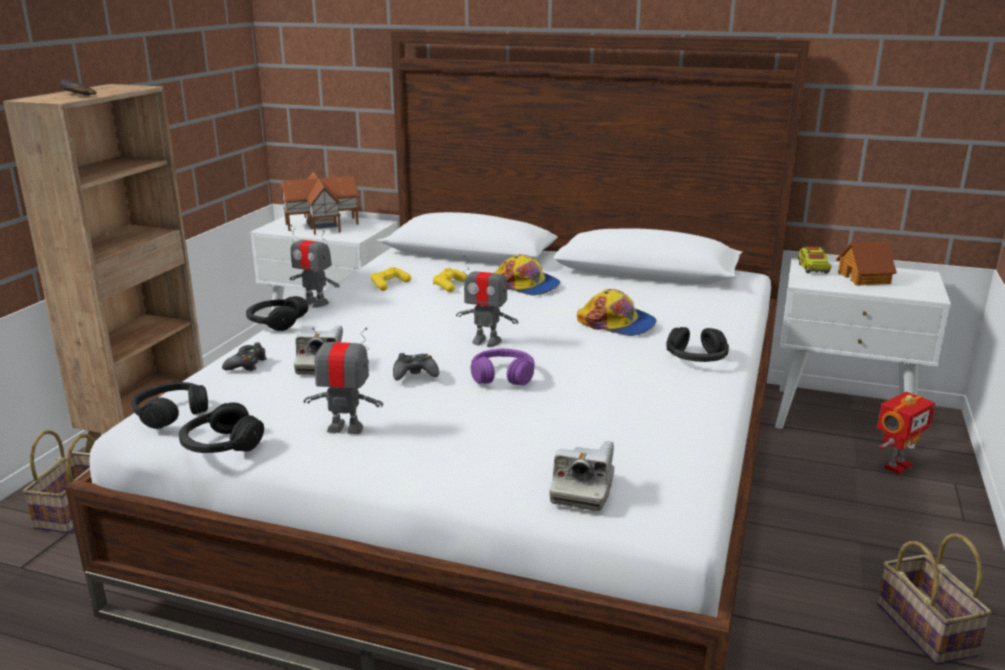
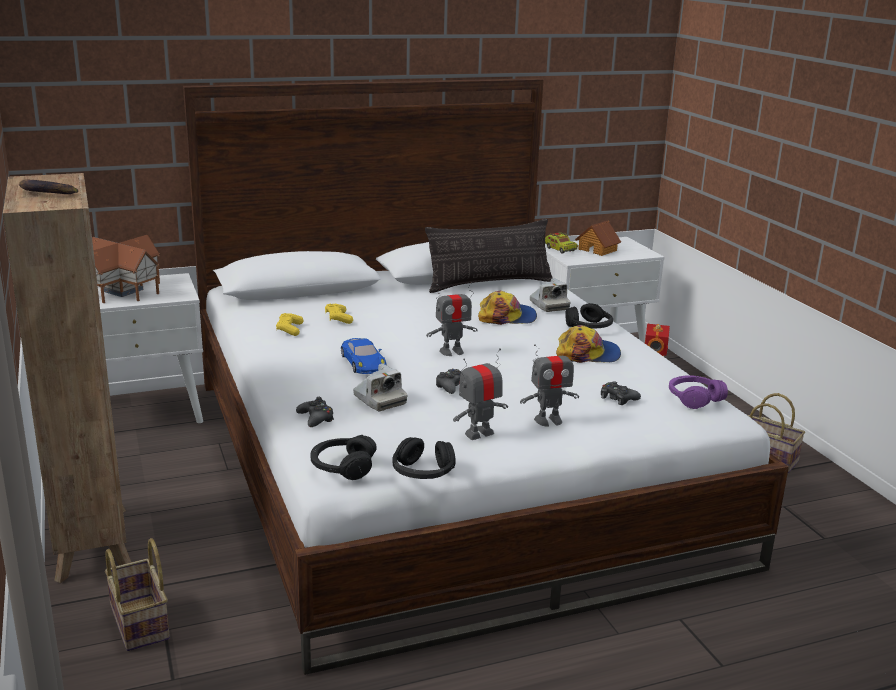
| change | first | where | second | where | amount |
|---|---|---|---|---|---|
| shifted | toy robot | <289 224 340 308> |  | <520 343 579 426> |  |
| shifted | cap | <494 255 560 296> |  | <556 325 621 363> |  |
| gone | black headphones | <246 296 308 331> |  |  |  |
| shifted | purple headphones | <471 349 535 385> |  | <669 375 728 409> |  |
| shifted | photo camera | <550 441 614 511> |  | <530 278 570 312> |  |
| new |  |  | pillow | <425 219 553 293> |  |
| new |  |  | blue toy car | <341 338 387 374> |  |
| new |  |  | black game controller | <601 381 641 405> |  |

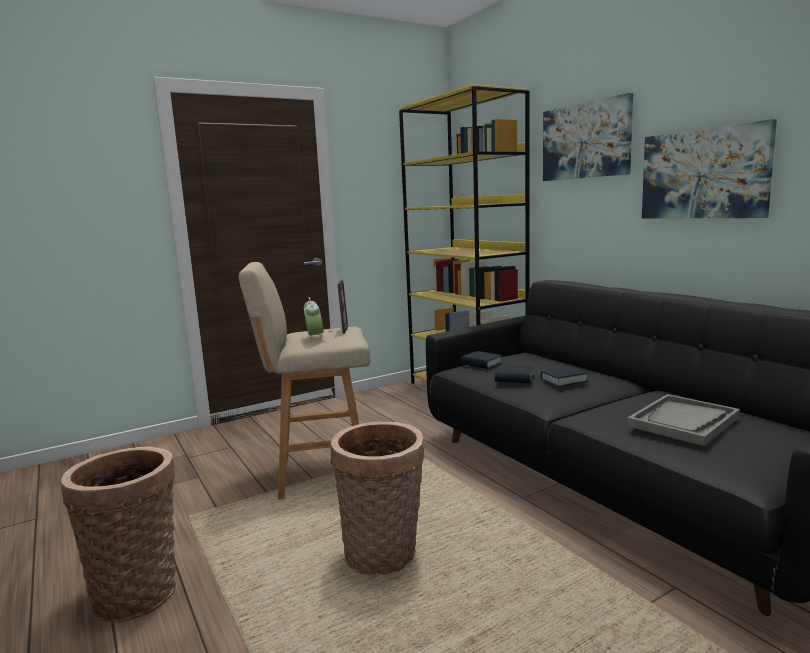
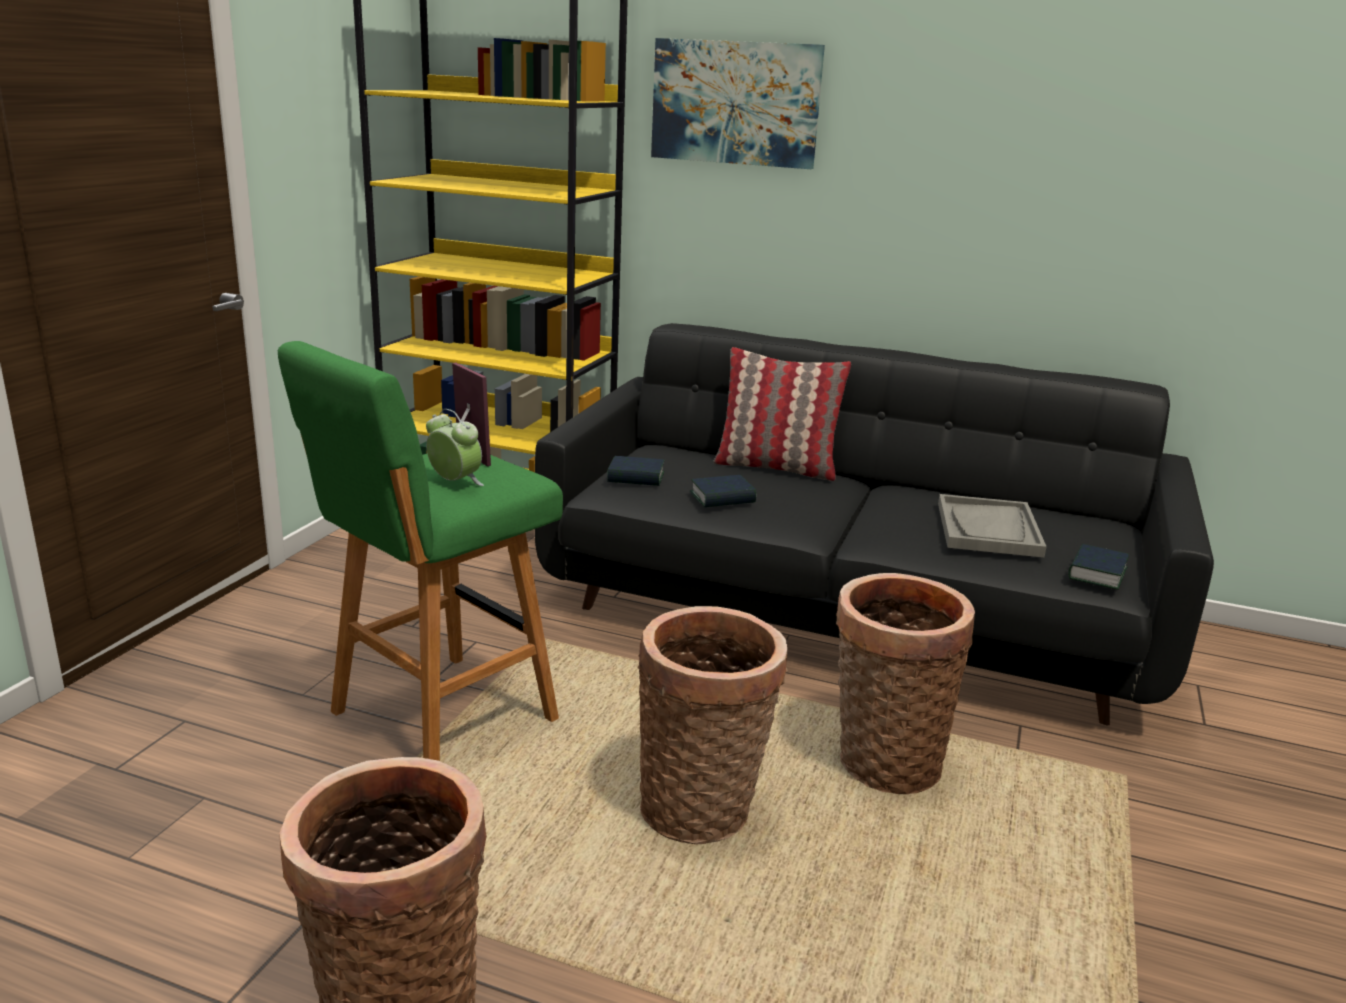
| change | first | where | second | where | amount |
|---|---|---|---|---|---|
| gone | picture | <642 119 777 219> |  |  |  |
| repainted | beige stool | <239 262 370 500> | green stool | <278 341 563 761> |  |
| shifted | book | <541 366 588 387> |  | <1068 544 1129 589> |  |
| new |  |  | pillow | <713 347 851 481> |  |
| new |  |  | basket | <836 573 975 794> |  |

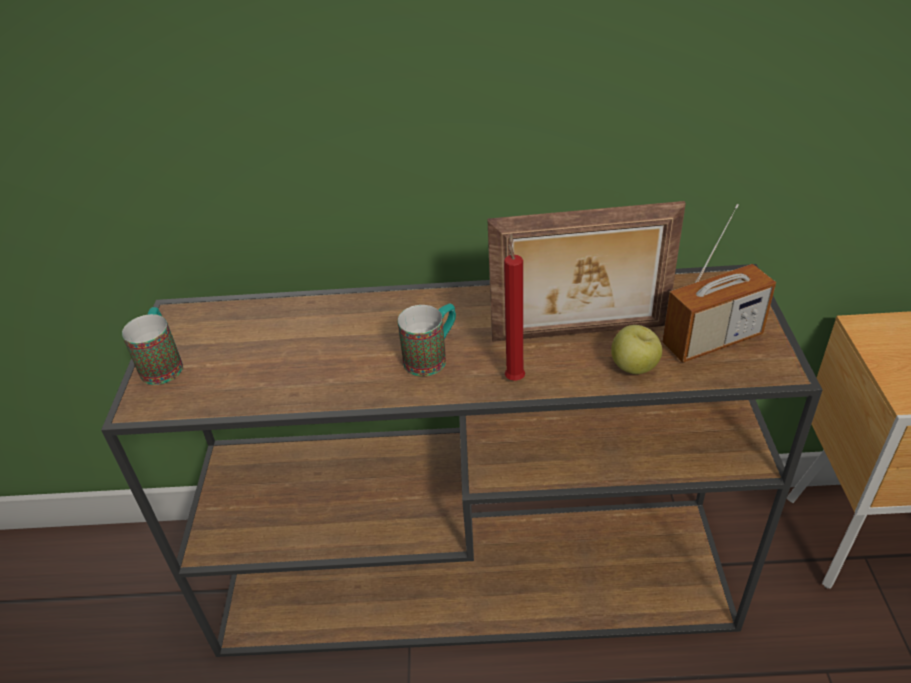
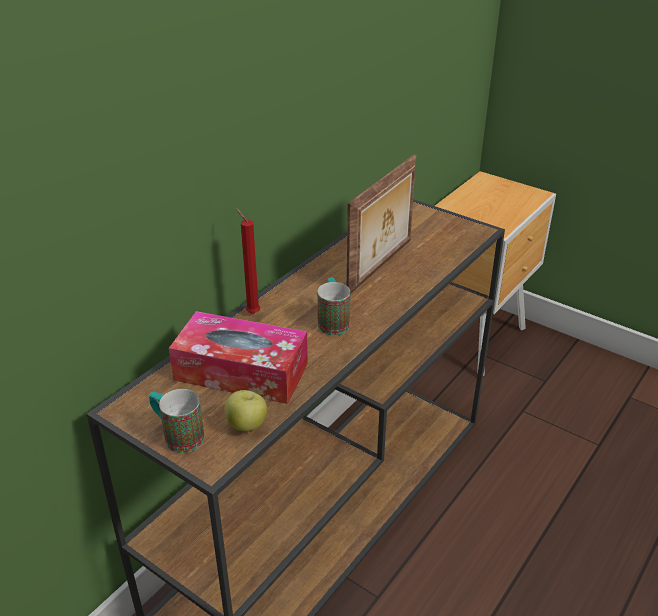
| change | first | where | second | where | amount |
|---|---|---|---|---|---|
| gone | radio | <662 204 776 363> |  |  |  |
| shifted | red candle | <504 233 525 381> |  | <236 208 260 314> |  |
| shifted | apple | <611 325 662 374> |  | <224 390 267 431> |  |
| new |  |  | tissue box | <169 311 308 404> |  |

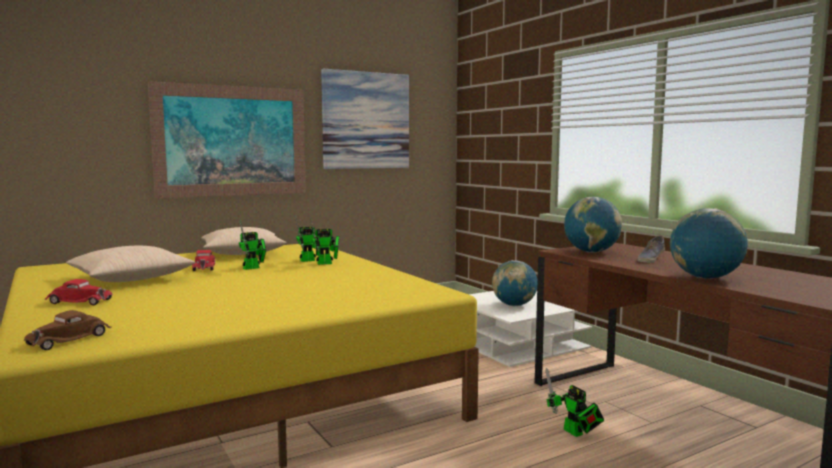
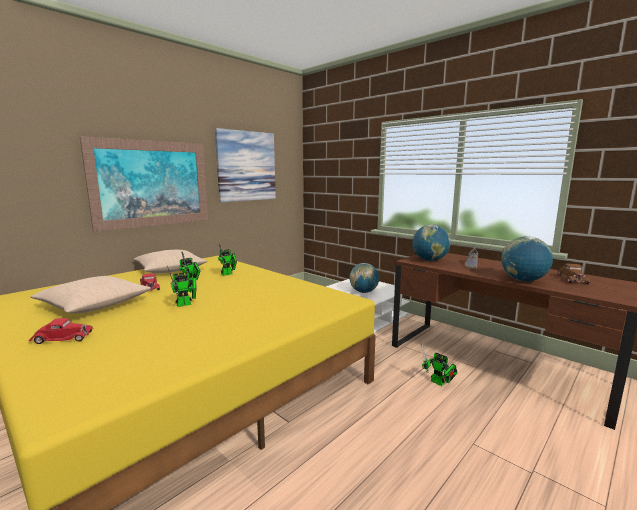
| change | first | where | second | where | amount |
|---|---|---|---|---|---|
| shifted | toy robot | <310 217 339 265> |  | <167 266 196 307> |  |
| shifted | brown toy car | <23 310 112 350> |  | <558 264 590 284> |  |

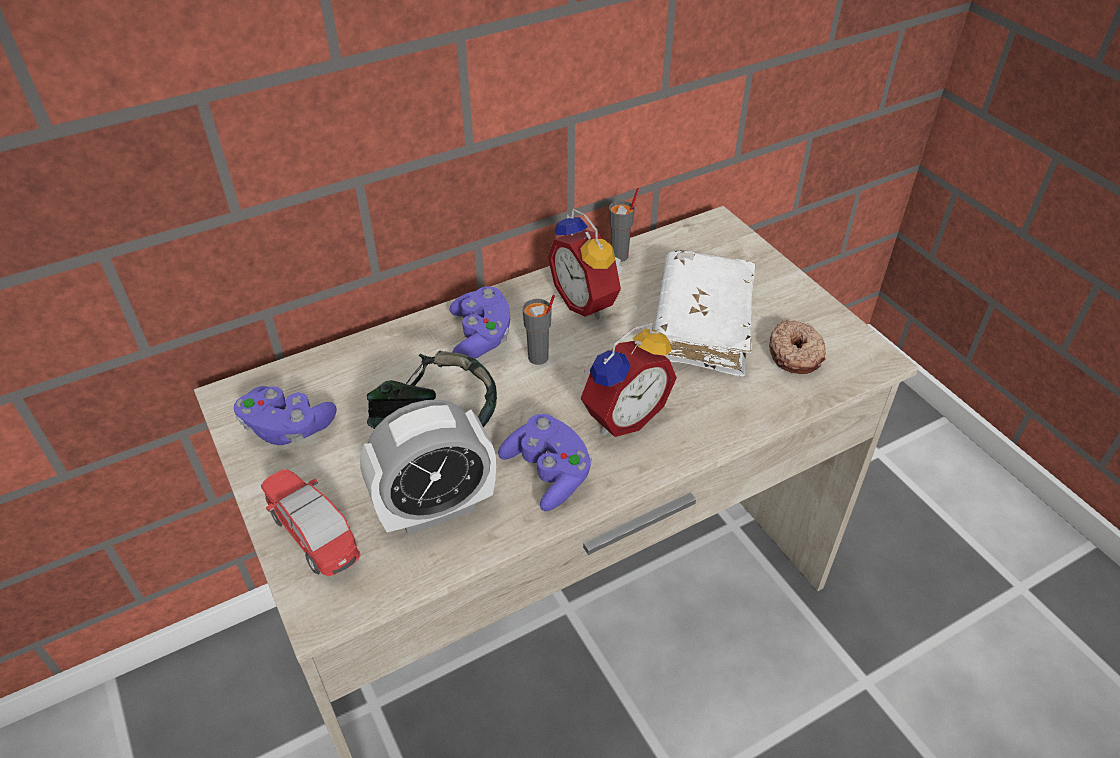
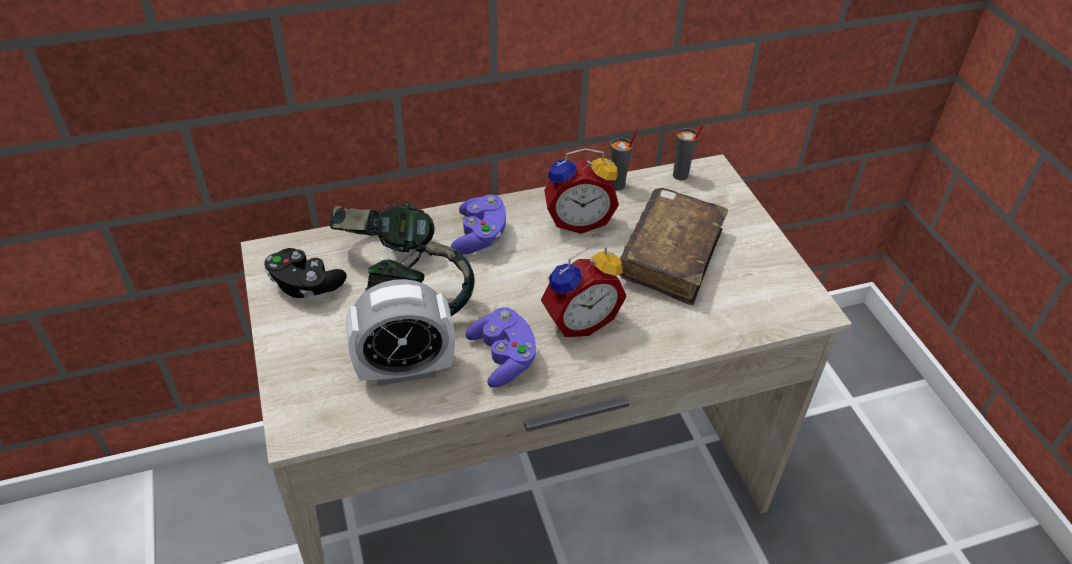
| change | first | where | second | where | amount |
|---|---|---|---|---|---|
| rotated | alarm clock | <548 209 623 319> |  | <544 148 619 234> | 75 degrees counterclockwise |
| repainted | white book | <654 250 755 377> | brown book | <619 188 728 306> |  |
| shifted | grey cup | <523 295 555 365> |  | <673 125 703 180> |  |
| gone | donut | <769 320 826 374> |  |  |  |
| repainted | purple game controller | <234 386 337 445> | black game controller | <264 248 347 298> |  |
| gone | toy car | <261 469 361 576> |  |  |  |
| new |  |  | headphones | <330 203 435 252> |  |

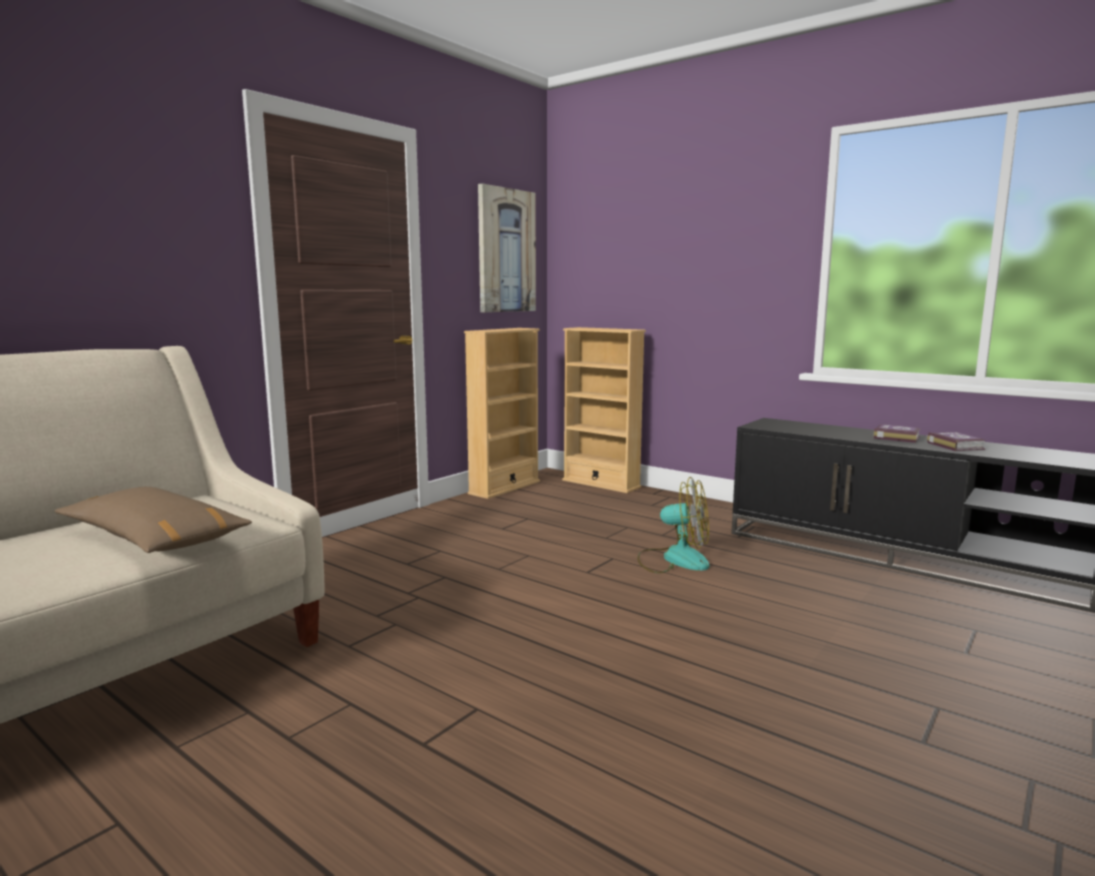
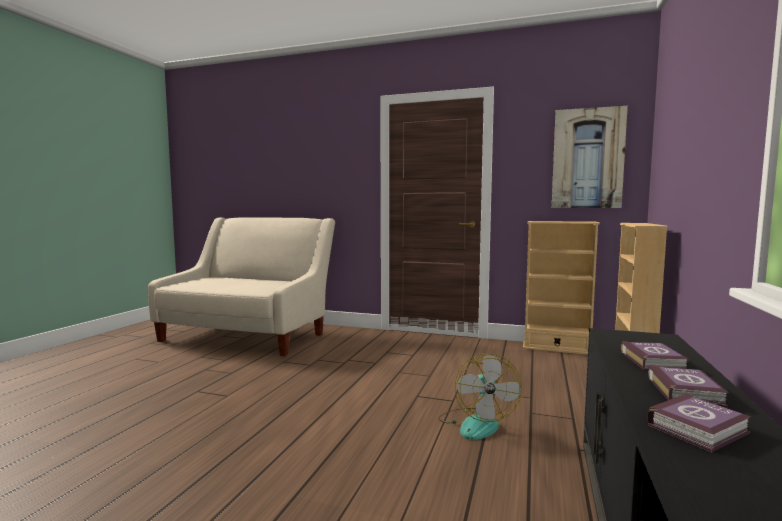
| change | first | where | second | where | amount |
|---|---|---|---|---|---|
| gone | brown pillow | <55 487 252 553> |  |  |  |
| new |  |  | book | <621 341 688 370> |  |

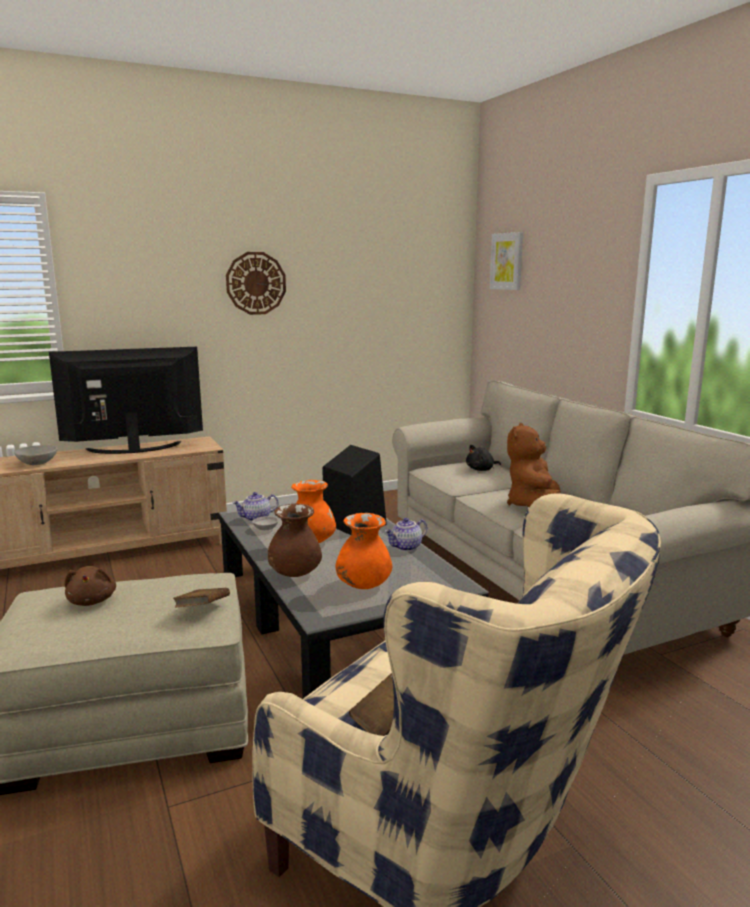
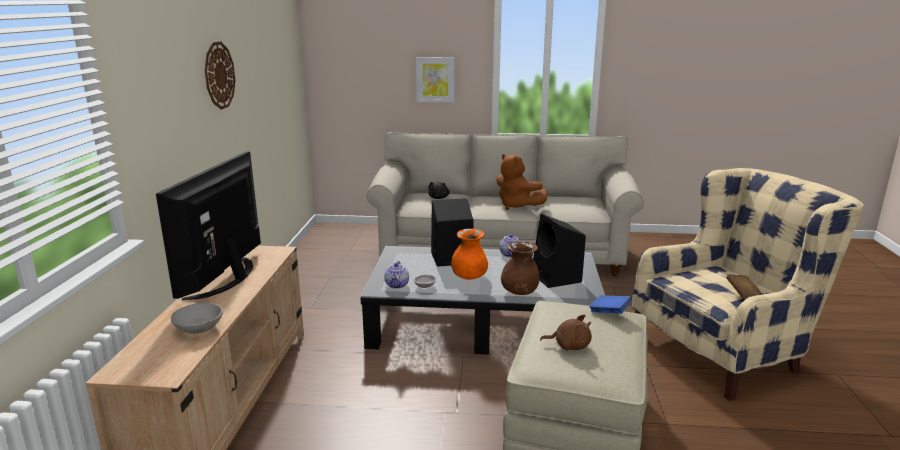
| change | first | where | second | where | amount |
|---|---|---|---|---|---|
| shifted | picture | <490 232 523 290> |  | <416 57 455 103> |  |
| swapped | orange vase | <335 513 392 589> | black speaker | <533 214 586 288> |  |
| repainted | brown book | <173 588 230 608> | blue book | <589 295 632 314> |  |

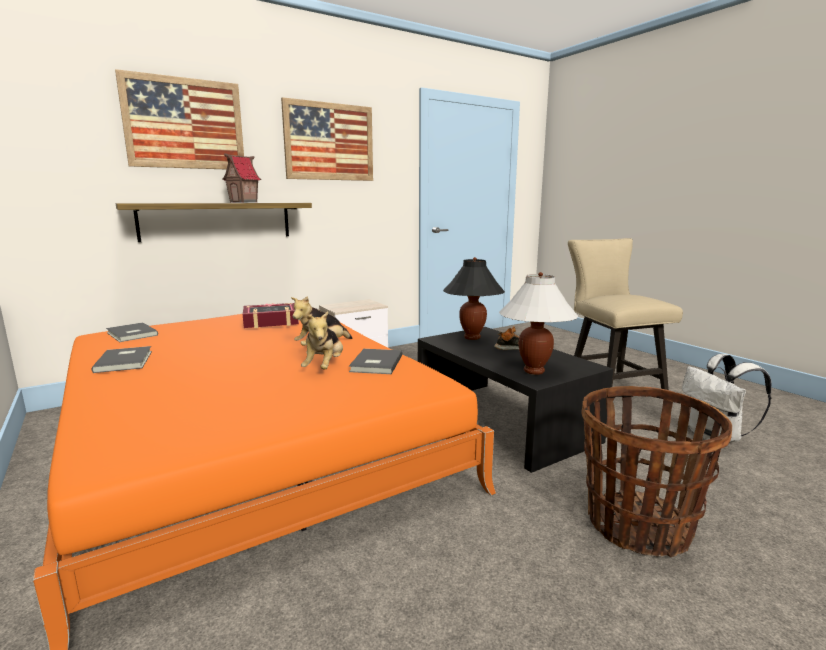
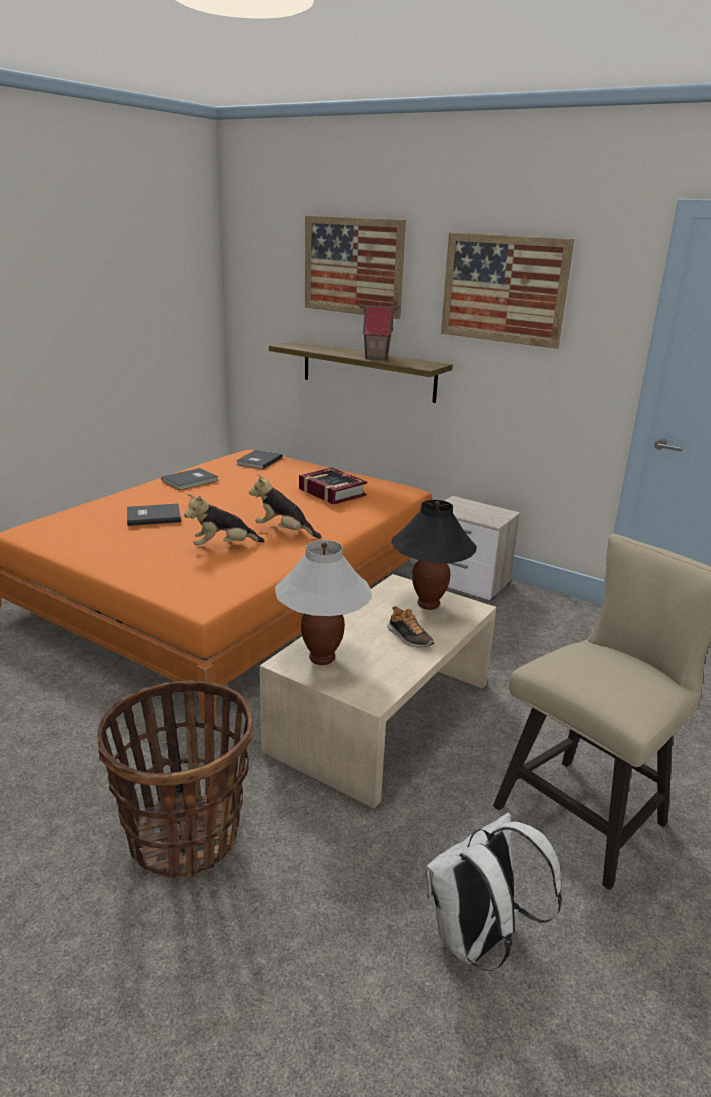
| change | first | where | second | where | amount |
|---|---|---|---|---|---|
| repainted | black coffee table | <418 327 613 473> | beige coffee table | <260 574 496 809> |  |
| shifted | grey book | <349 349 403 374> |  | <127 504 181 526> |  |

